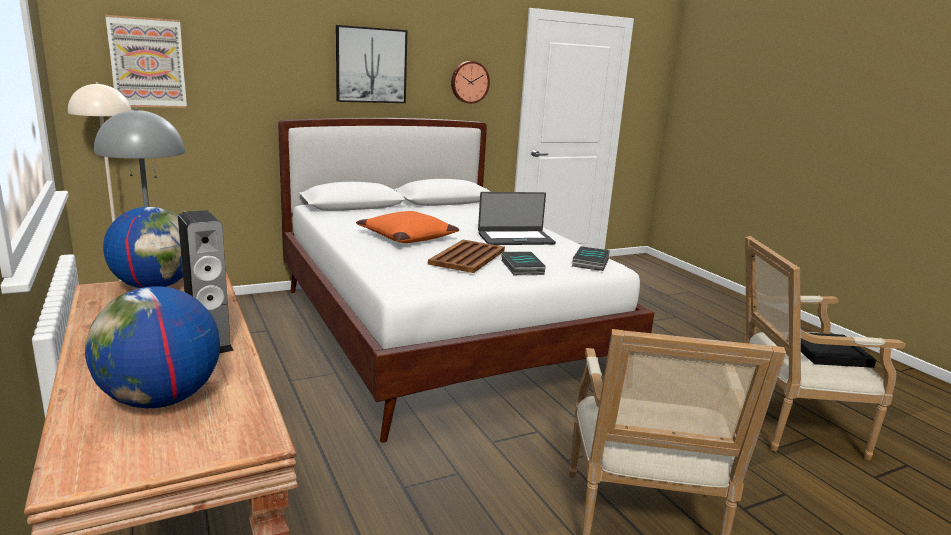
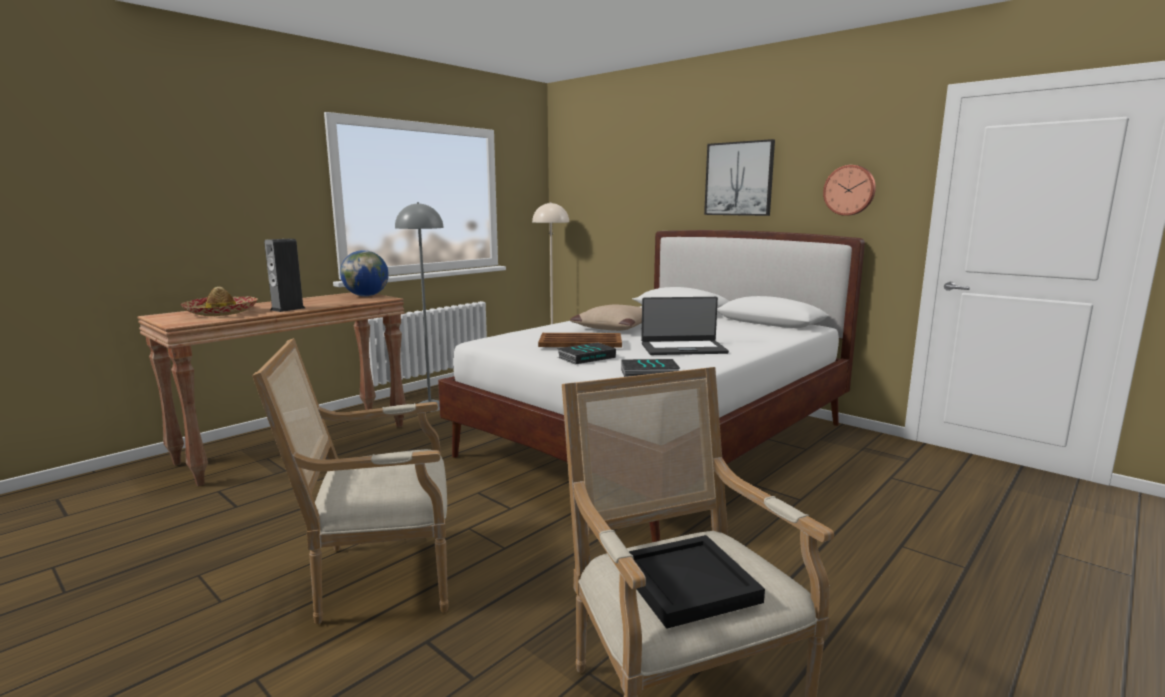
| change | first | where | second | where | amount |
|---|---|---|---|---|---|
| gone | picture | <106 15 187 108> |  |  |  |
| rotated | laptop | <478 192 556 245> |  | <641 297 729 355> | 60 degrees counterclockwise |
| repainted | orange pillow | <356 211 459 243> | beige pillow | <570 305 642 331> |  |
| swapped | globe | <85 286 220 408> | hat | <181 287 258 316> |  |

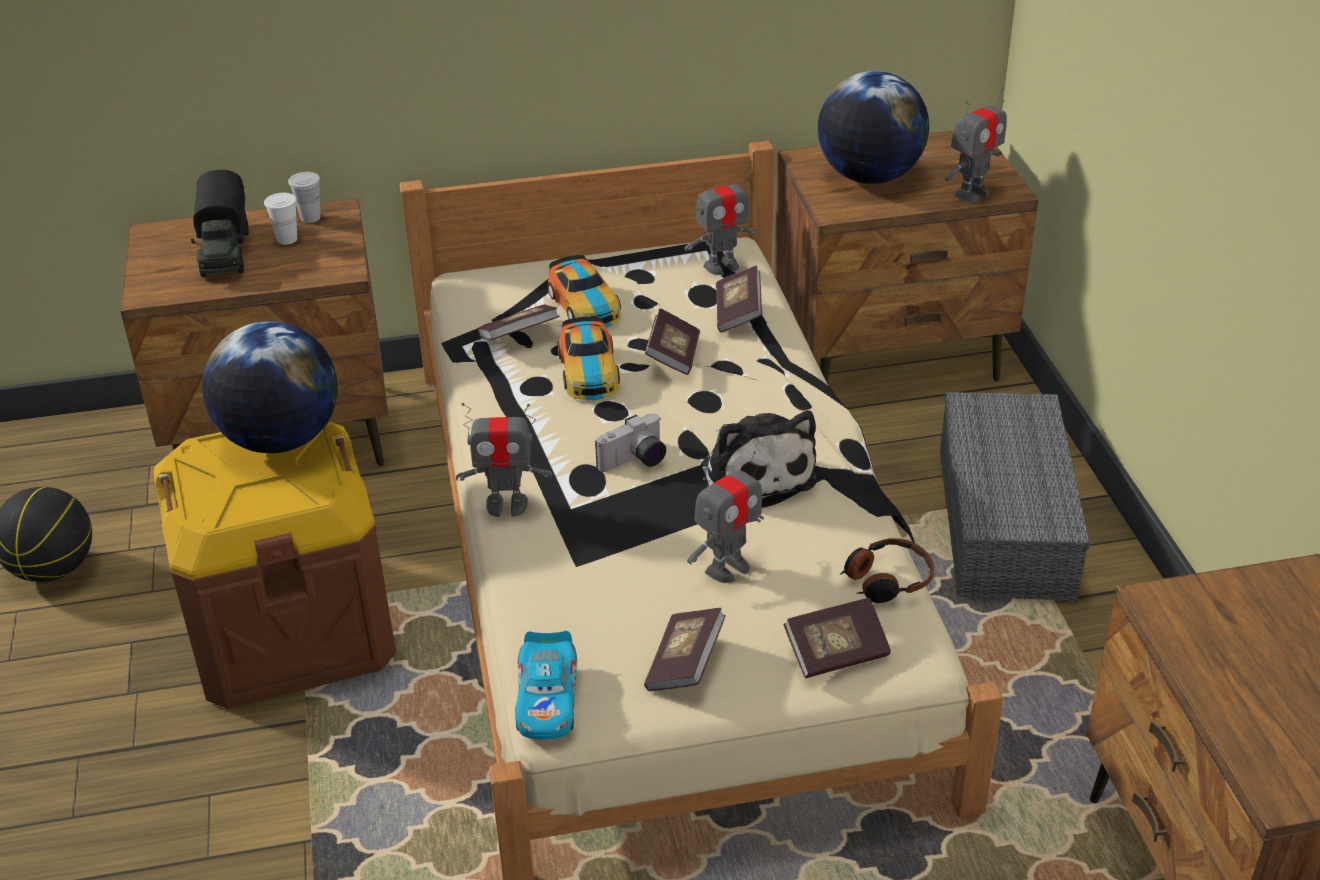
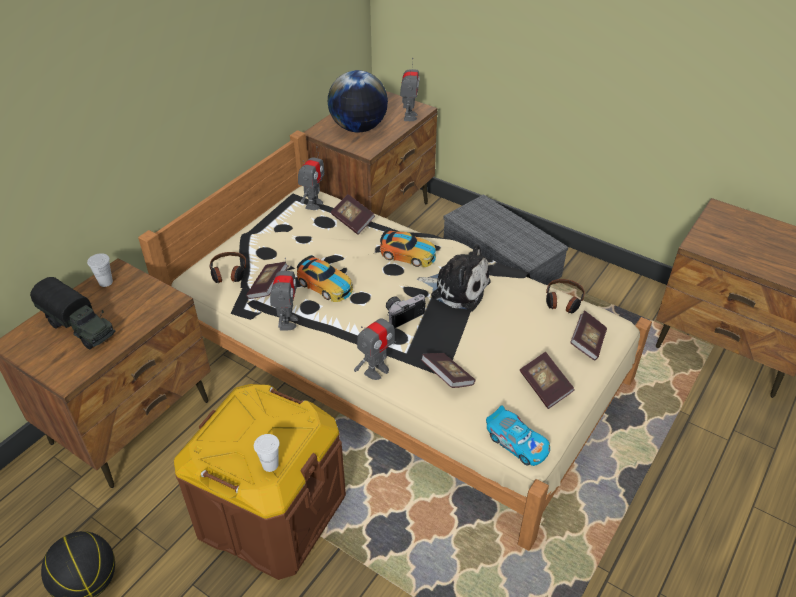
| change | first | where | second | where | amount |
|---|---|---|---|---|---|
| shifted | white cup | <264 193 297 245> |  | <254 434 280 472> |  |
| shifted | toy car | <547 255 621 328> |  | <380 229 436 267> |  |
| shifted | book | <645 308 700 375> |  | <421 353 475 388> |  |
| gone | globe | <202 321 338 453> |  |  |  |
| rotated | photo camera | <595 413 666 472> |  | <386 294 426 328> | 135 degrees counterclockwise |
| shifted | toy robot | <687 451 764 583> |  | <270 258 298 331> |  |
| new |  |  | headphones | <210 252 246 283> |  |

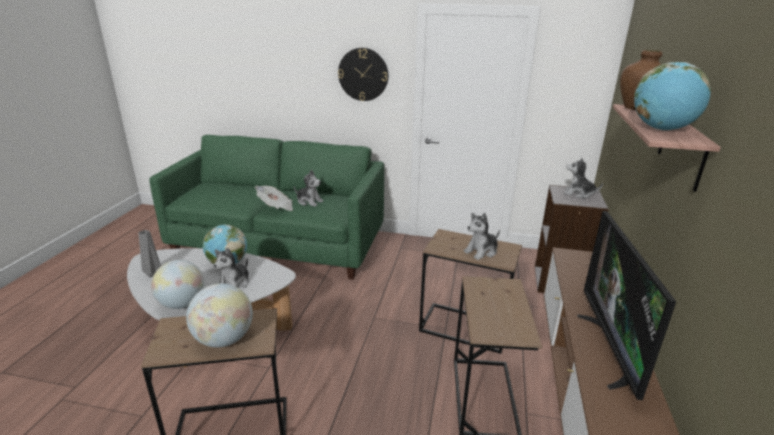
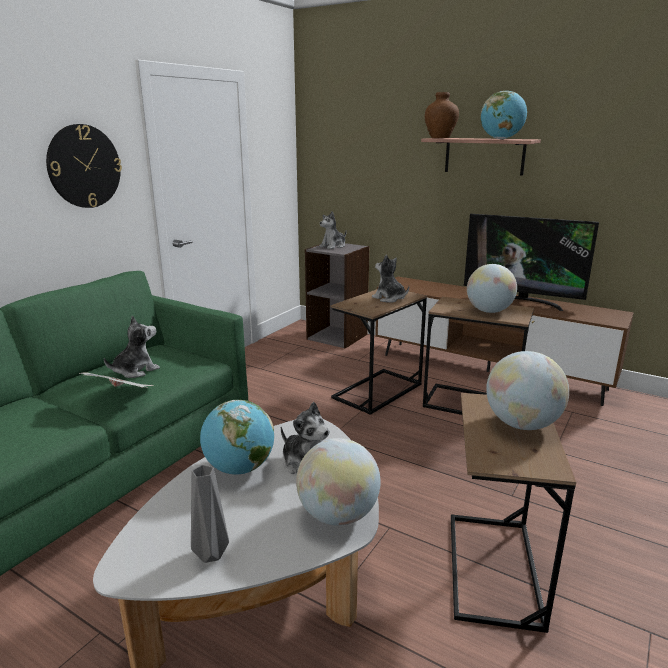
| change | first | where | second | where | amount |
|---|---|---|---|---|---|
| rotated | plush toy | <464 212 500 260> |  | <372 255 409 303> | 150 degrees clockwise |
| new |  |  | globe | <467 264 517 313> |  |

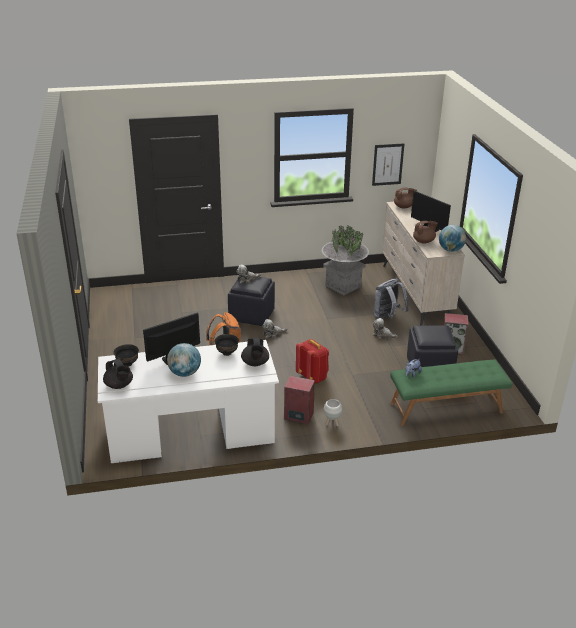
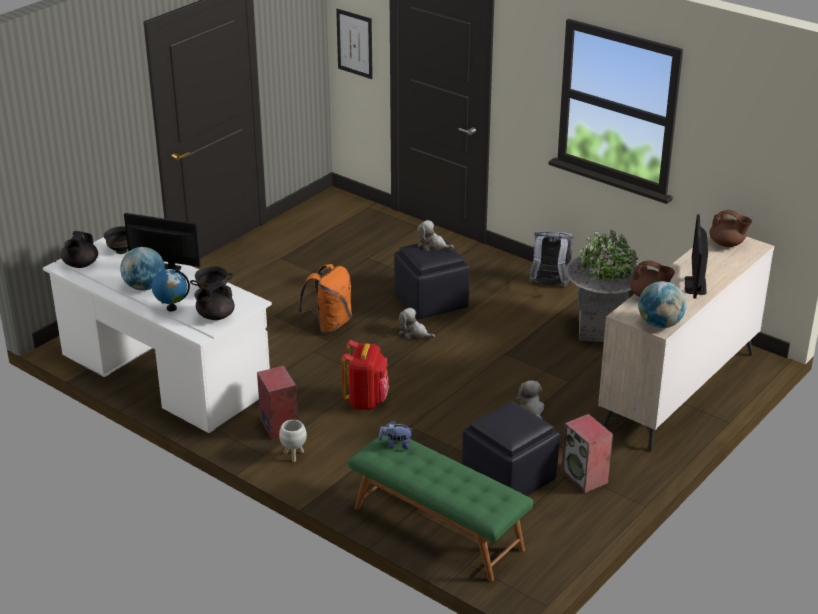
| change | first | where | second | where | amount |
|---|---|---|---|---|---|
| shifted | picture | <372 143 404 186> |  | <336 9 373 79> |  |
| shifted | grey backpack | <374 279 409 319> |  | <528 231 574 287> |  |
| new |  |  | globe | <152 269 190 312> |  |

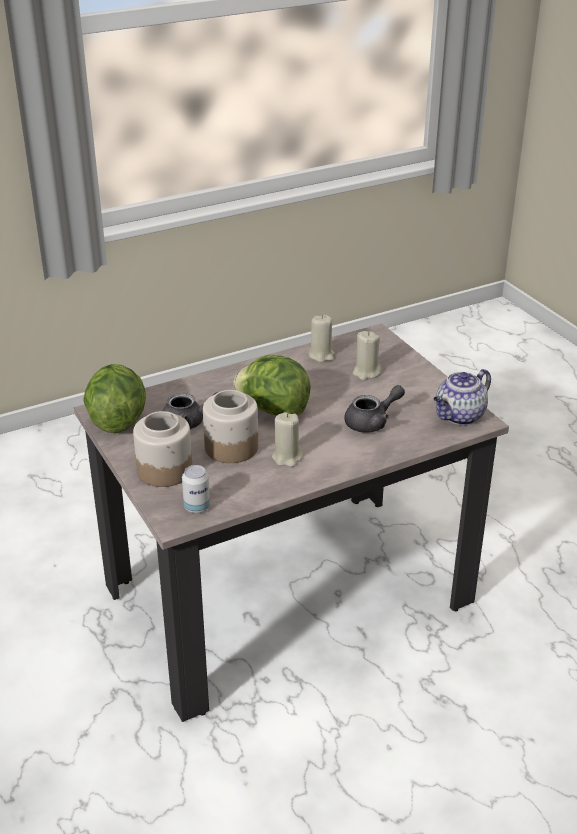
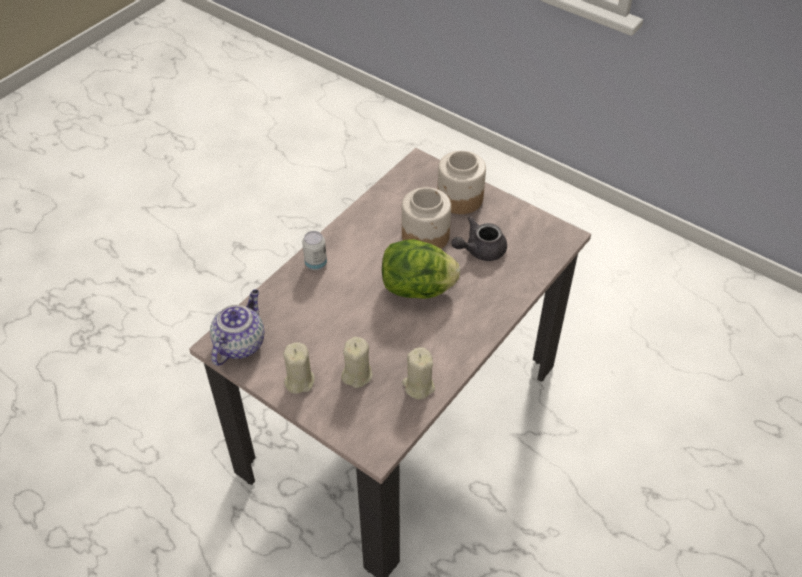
| change | first | where | second | where | amount |
|---|---|---|---|---|---|
| gone | lettuce | <83 364 146 433> |  |  |  |
| gone | grey teapot | <344 385 405 433> |  |  |  |
| shifted | beige candle | <272 412 303 467> |  | <283 342 315 394> |  |
| shifted | can | <182 465 210 513> |  | <302 231 327 270> |  |

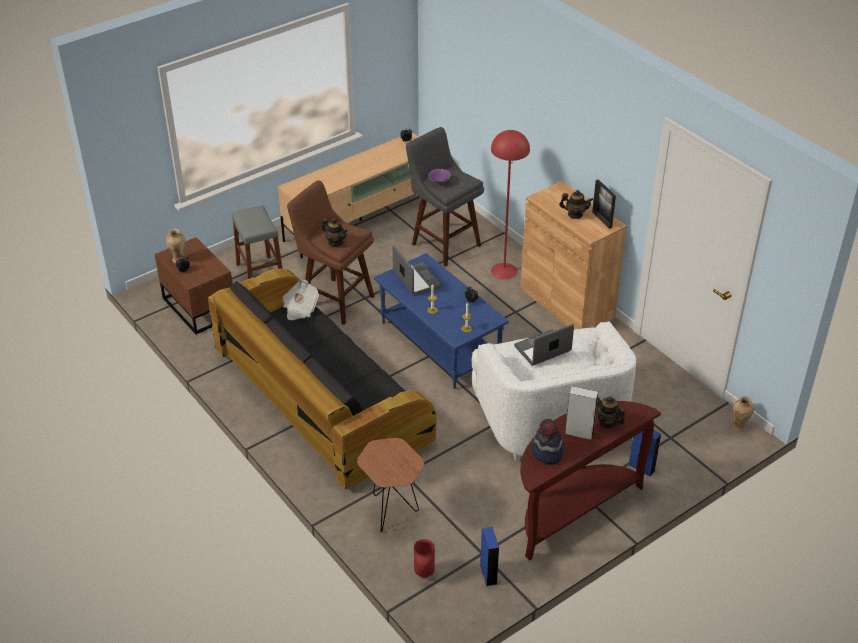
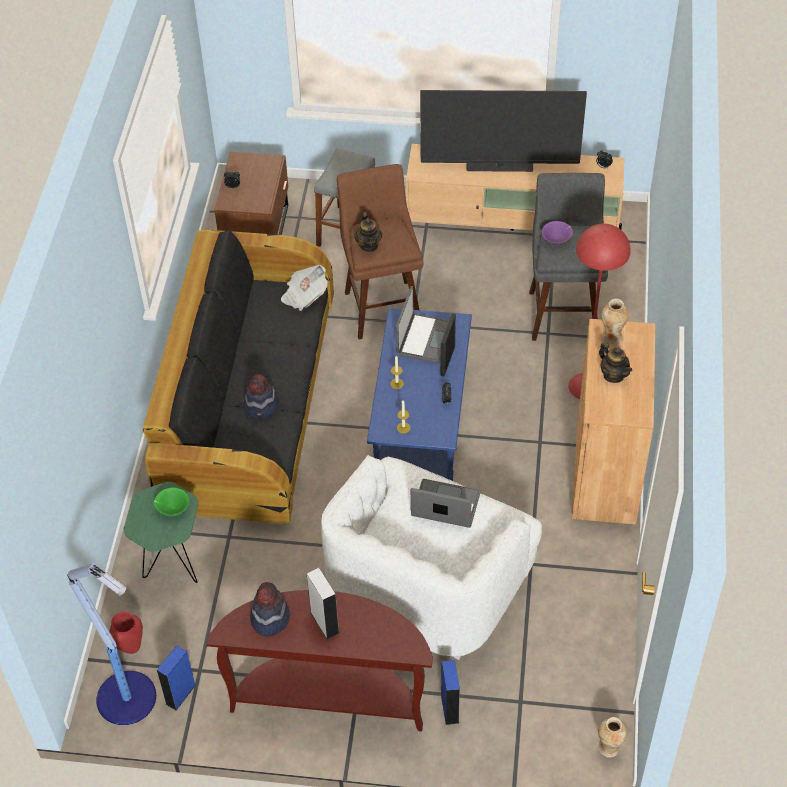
| change | first | where | second | where | amount |
|---|---|---|---|---|---|
| shifted | picture frame | <592 179 616 229> |  | <440 313 456 376> |  |
| shifted | vase | <166 229 185 263> |  | <601 299 629 345> |  |
| gone | teapot | <596 396 625 429> |  |  |  |
| repainted | brown side table | <357 438 424 532> | green side table | <124 482 198 583> |  |
| new |  |  | television | <420 90 587 172> |  |
| new |  |  | hat | <244 374 279 419> |  |
| new |  |  | green bowl | <154 488 189 516> |  |
| new |  |  | floor lamp | <68 563 156 725> |  |

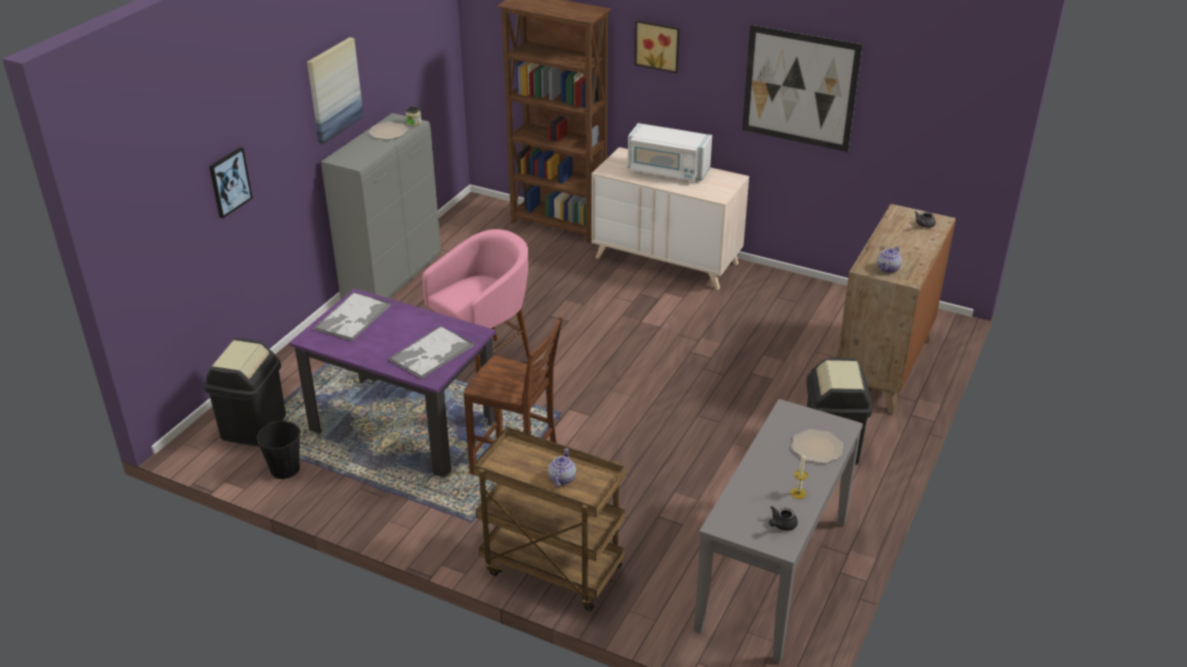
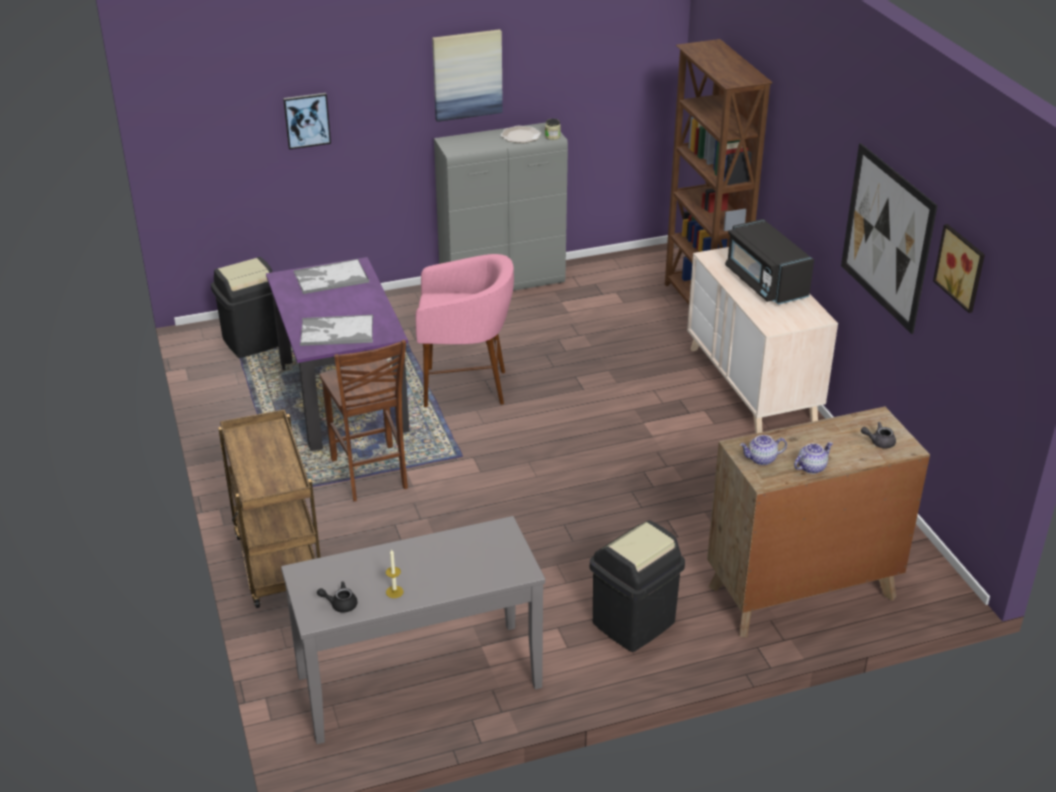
| change | first | where | second | where | amount |
|---|---|---|---|---|---|
| shifted | picture | <635 20 680 73> |  | <933 224 985 313> |  |
| repainted | white microwave | <628 123 712 182> | black microwave | <725 219 814 305> |  |
| gone | black bucket | <257 421 300 479> |  |  |  |
| gone | plate | <792 429 843 464> |  |  |  |
| shifted | teapot | <548 449 576 487> |  | <794 442 833 474> |  |

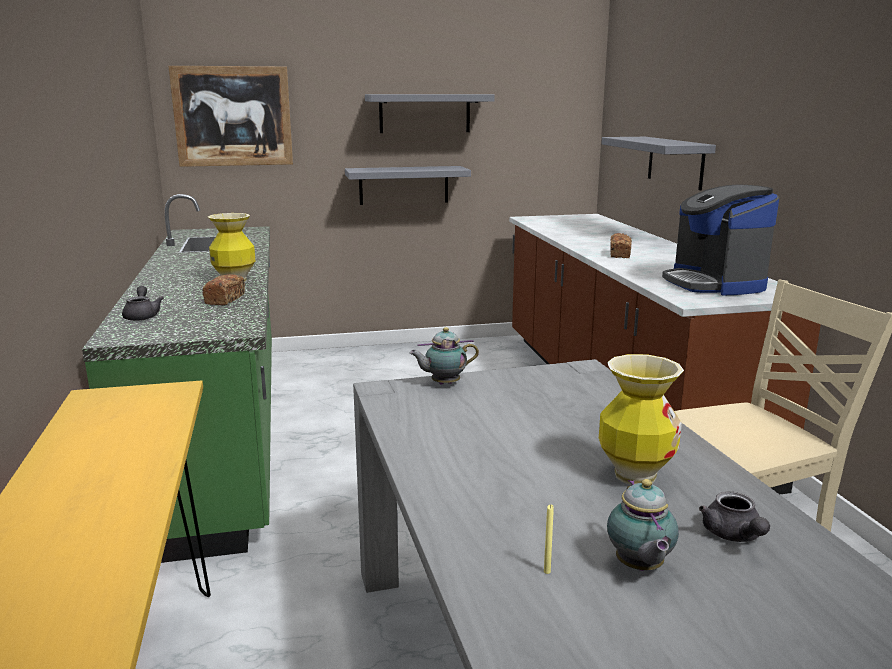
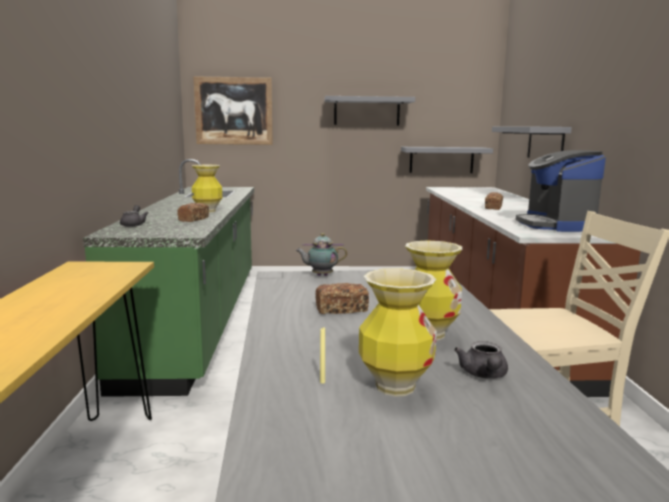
| change | first | where | second | where | amount |
|---|---|---|---|---|---|
| shifted | grey shelf | <345 166 471 205> |  | <401 147 493 173> |  |
| swapped | teapot | <607 479 679 571> | vase | <359 268 437 397> |  |
| new |  |  | bread | <315 283 369 314> |  |

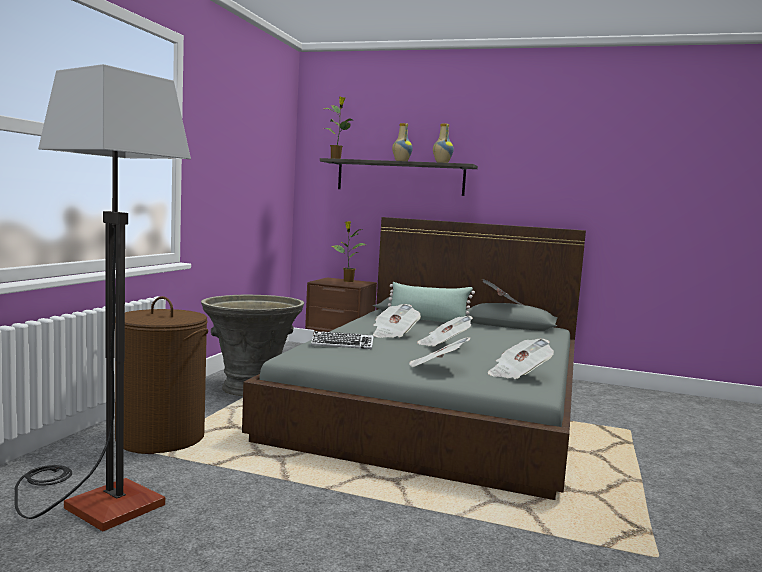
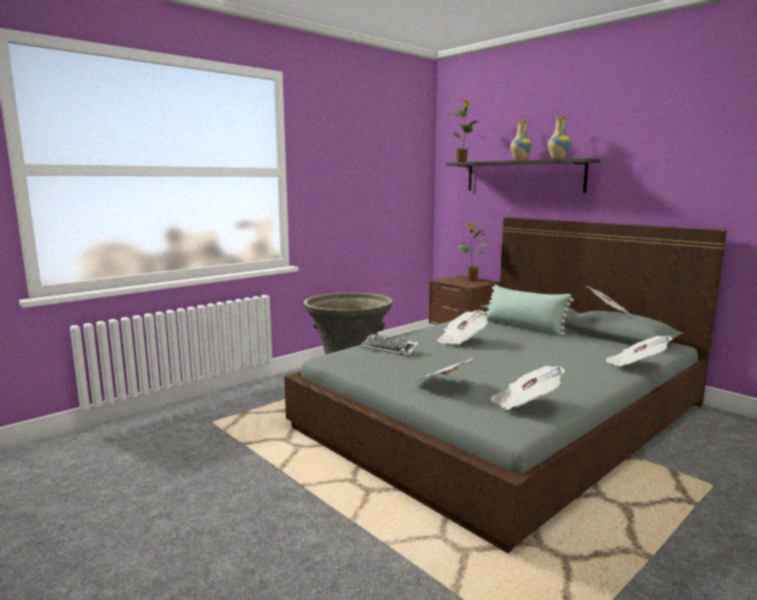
| change | first | where | second | where | amount |
|---|---|---|---|---|---|
| gone | floor lamp | <14 64 191 531> |  |  |  |
| gone | brown laundry basket | <115 296 208 454> |  |  |  |
| shifted | newspaper | <417 316 473 347> |  | <606 336 673 367> |  |

